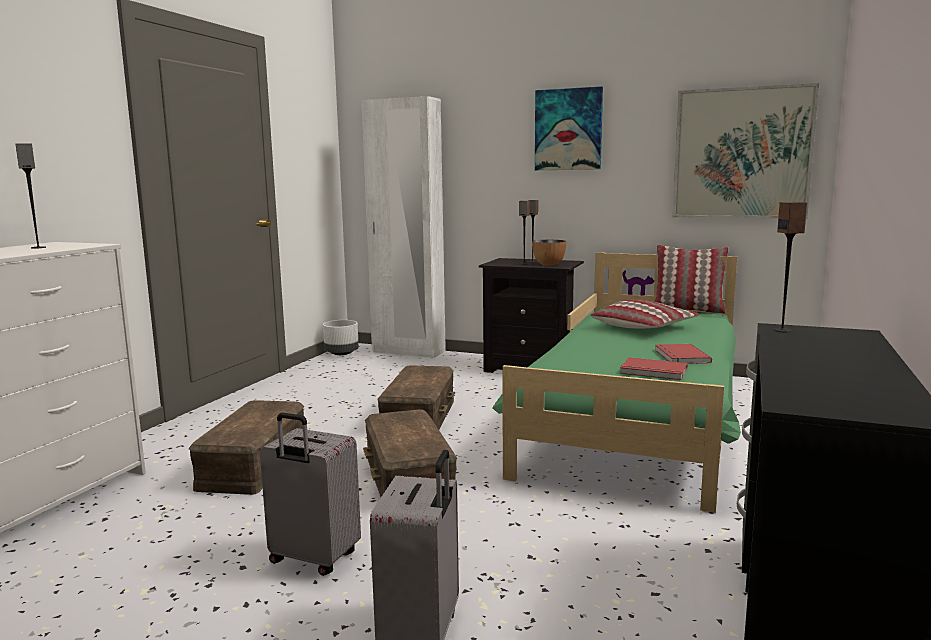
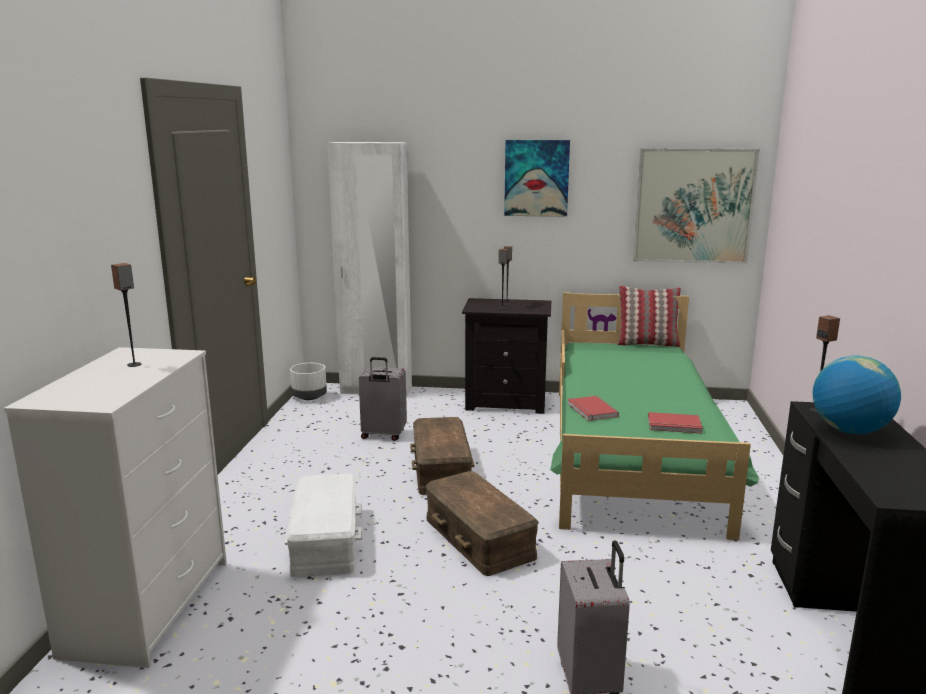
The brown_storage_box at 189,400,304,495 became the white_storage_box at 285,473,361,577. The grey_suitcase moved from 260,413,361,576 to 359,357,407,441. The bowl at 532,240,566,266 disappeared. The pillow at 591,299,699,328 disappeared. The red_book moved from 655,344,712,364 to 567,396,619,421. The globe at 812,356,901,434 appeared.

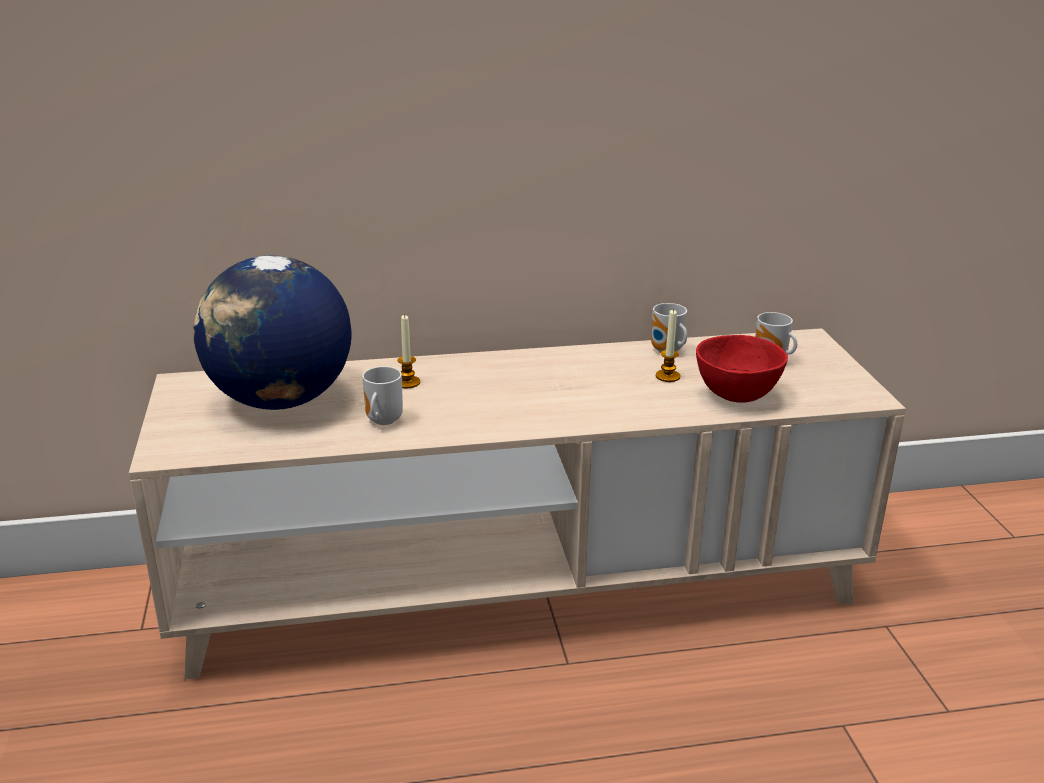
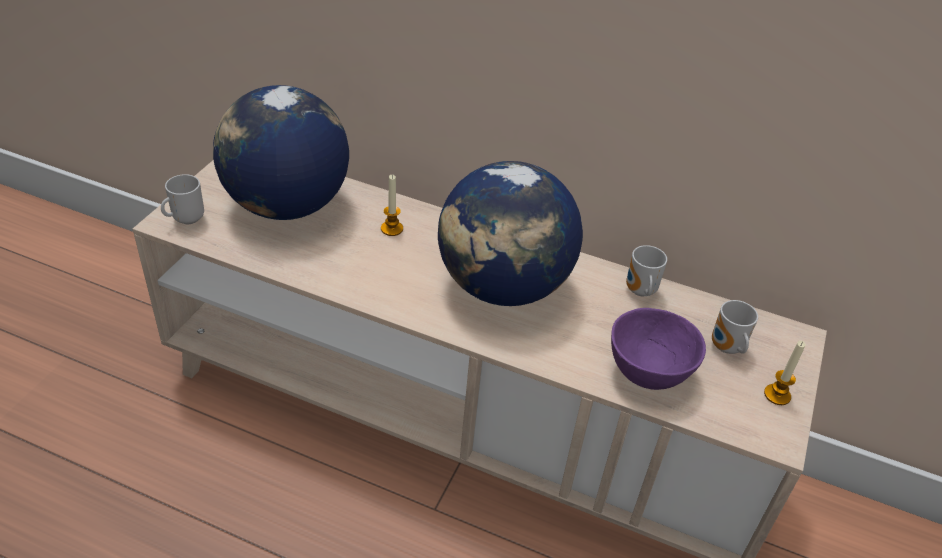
The mug moved from 362,366,403,425 to 161,174,204,224. The candle moved from 656,309,680,382 to 764,341,805,405. The red_bowl at 696,335,788,403 became the purple_bowl at 611,308,706,390. The globe at 438,161,583,306 appeared.

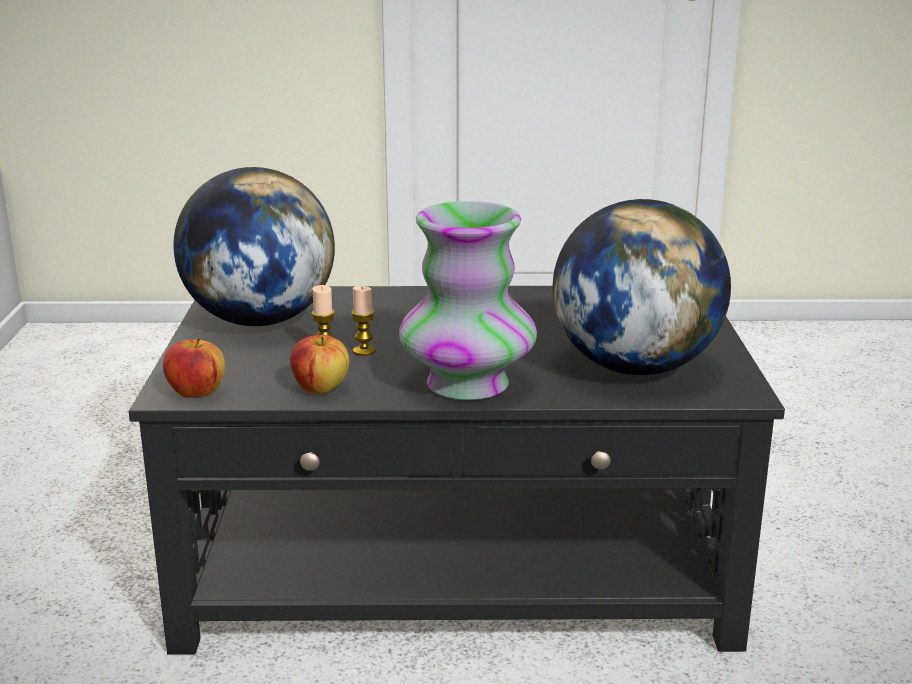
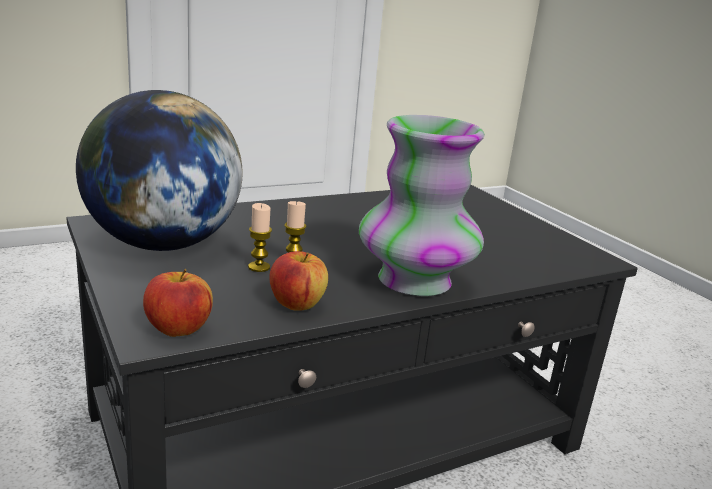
The globe at 553,199,731,375 disappeared.

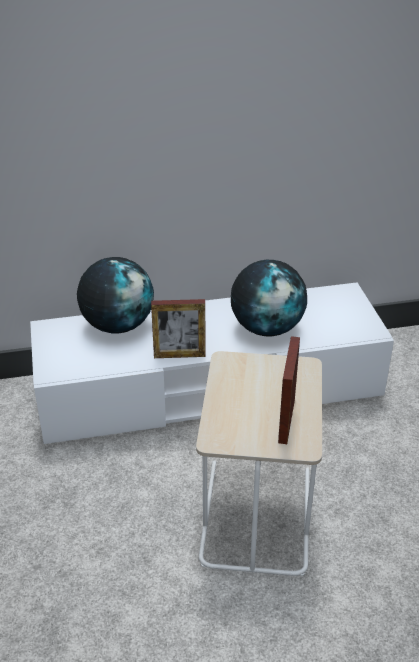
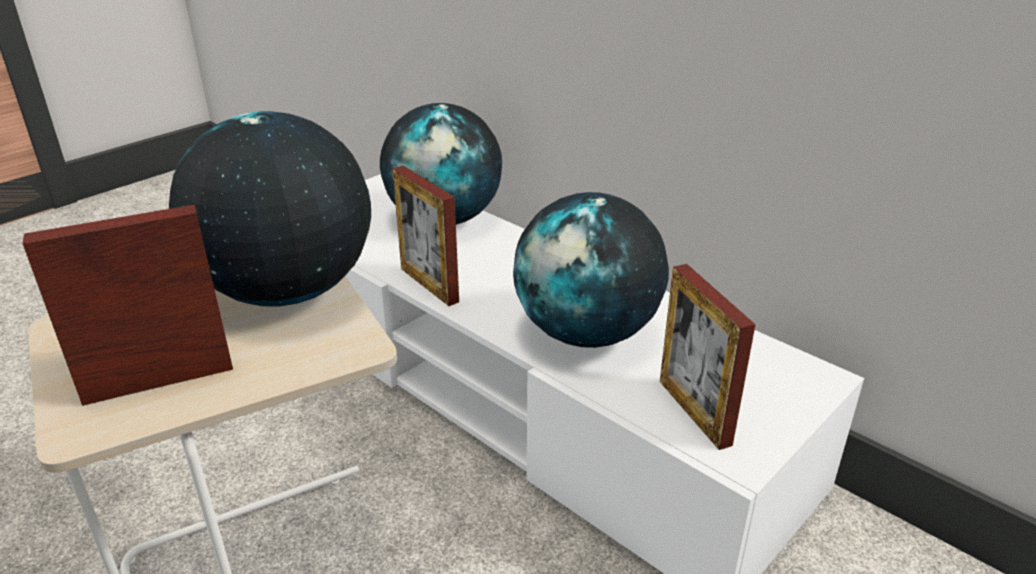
The globe at 169,111,371,306 appeared. The picture_frame at 660,264,756,450 appeared.

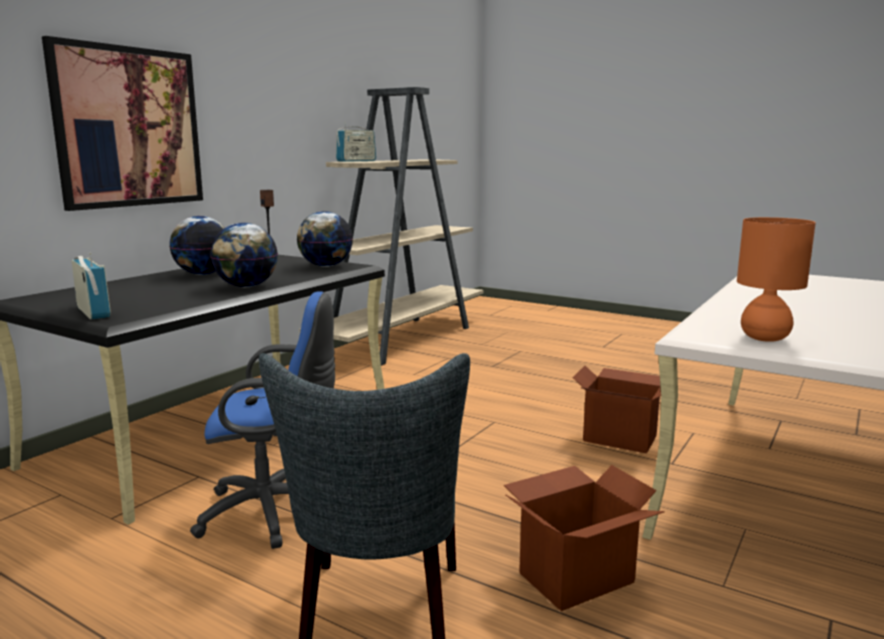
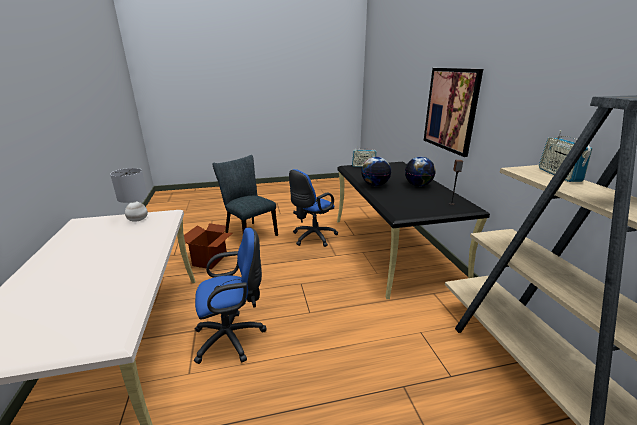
The globe at 297,211,353,267 disappeared. The cardboard_box at 572,366,661,453 was replaced by the blue_office_chair at 194,227,267,364. The orange_table_lamp at 737,217,816,342 became the grey_table_lamp at 110,168,148,222.

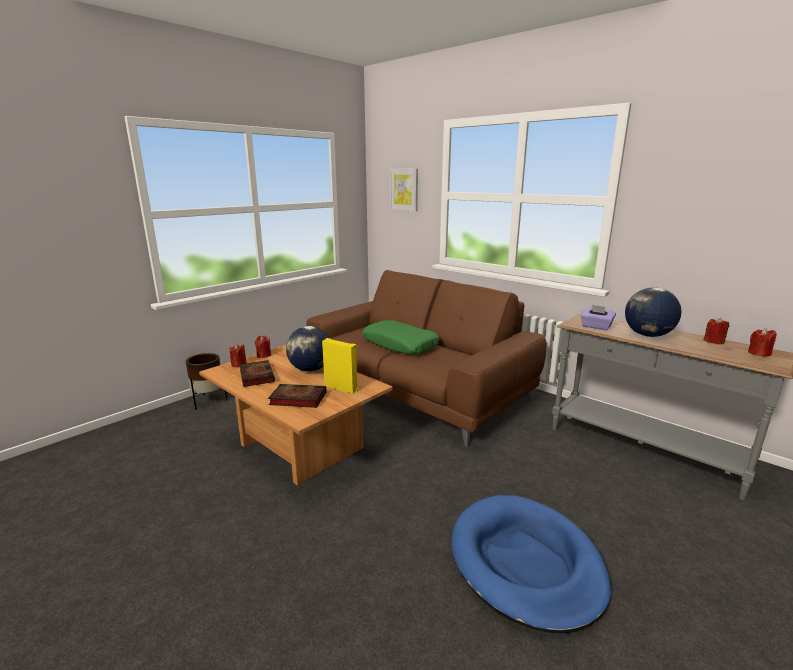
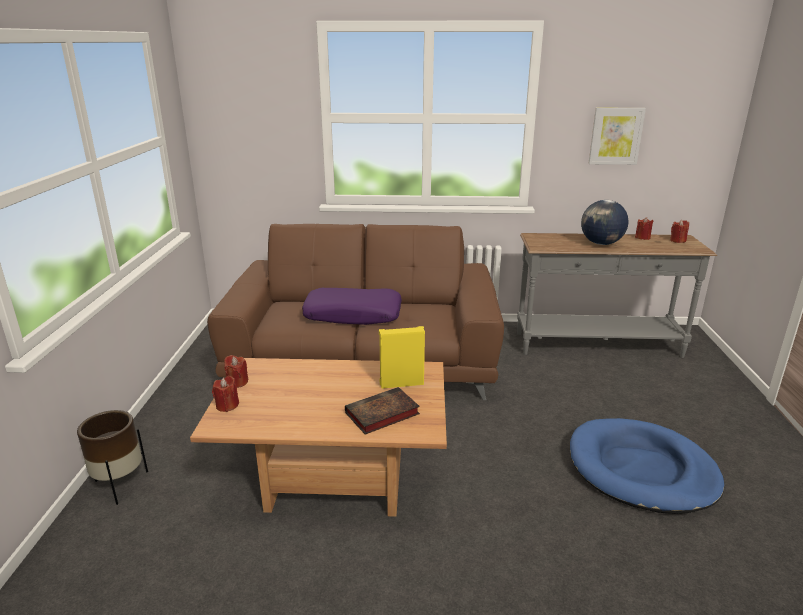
The book at 239,360,275,387 disappeared. The globe at 286,326,329,372 disappeared. The green_pillow at 362,320,439,354 became the purple_pillow at 302,288,402,325. The picture moved from 390,168,418,211 to 589,108,646,165. The purple_tissue_box at 581,305,616,330 disappeared.

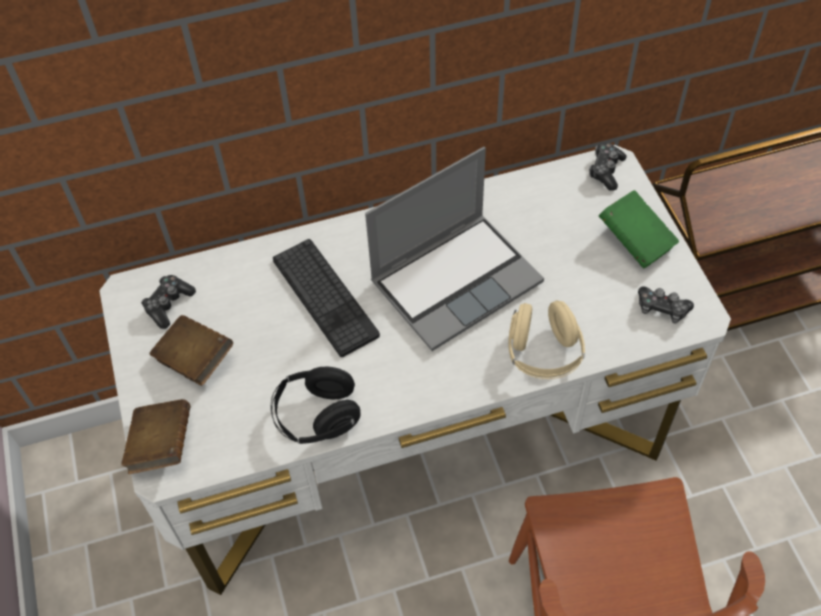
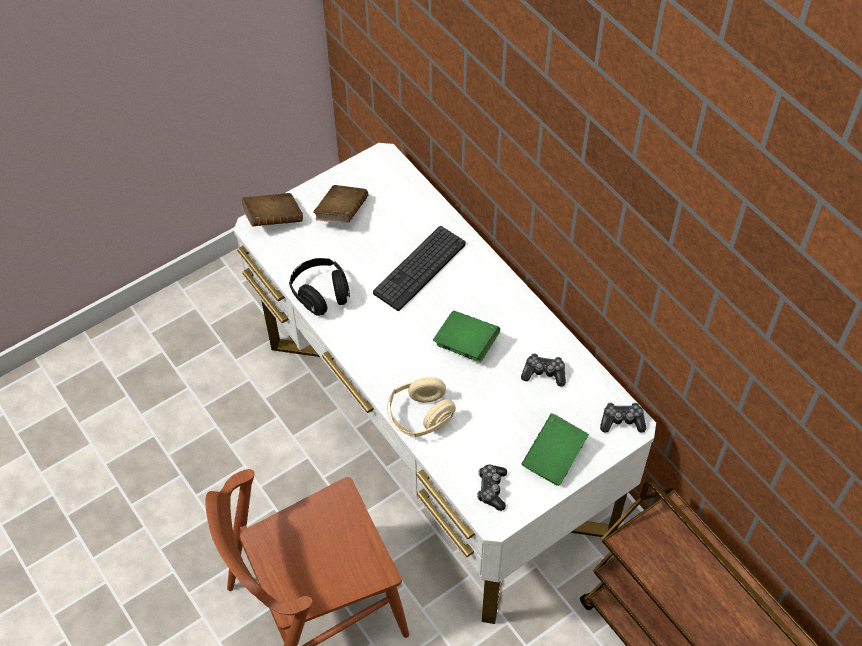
The game_controller moved from 141,275,196,329 to 521,353,566,387. The laptop at 365,147,544,351 was replaced by the green_book at 433,311,500,362.

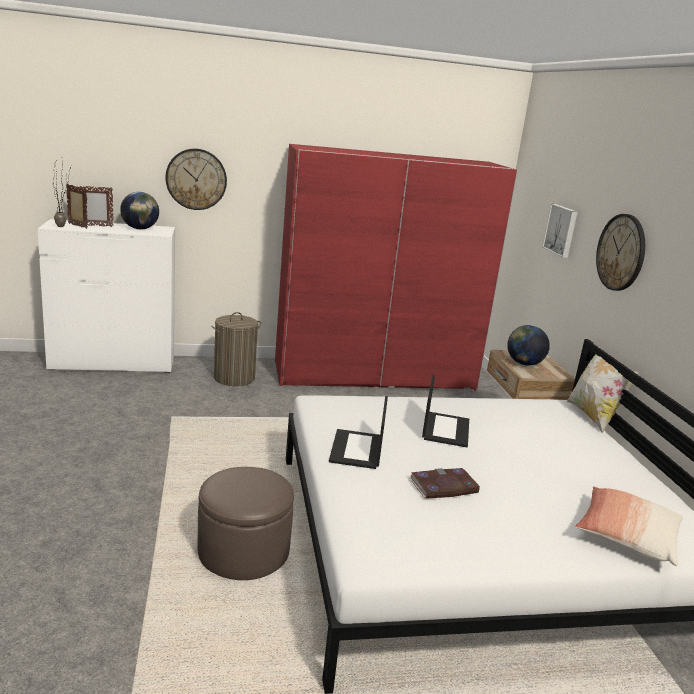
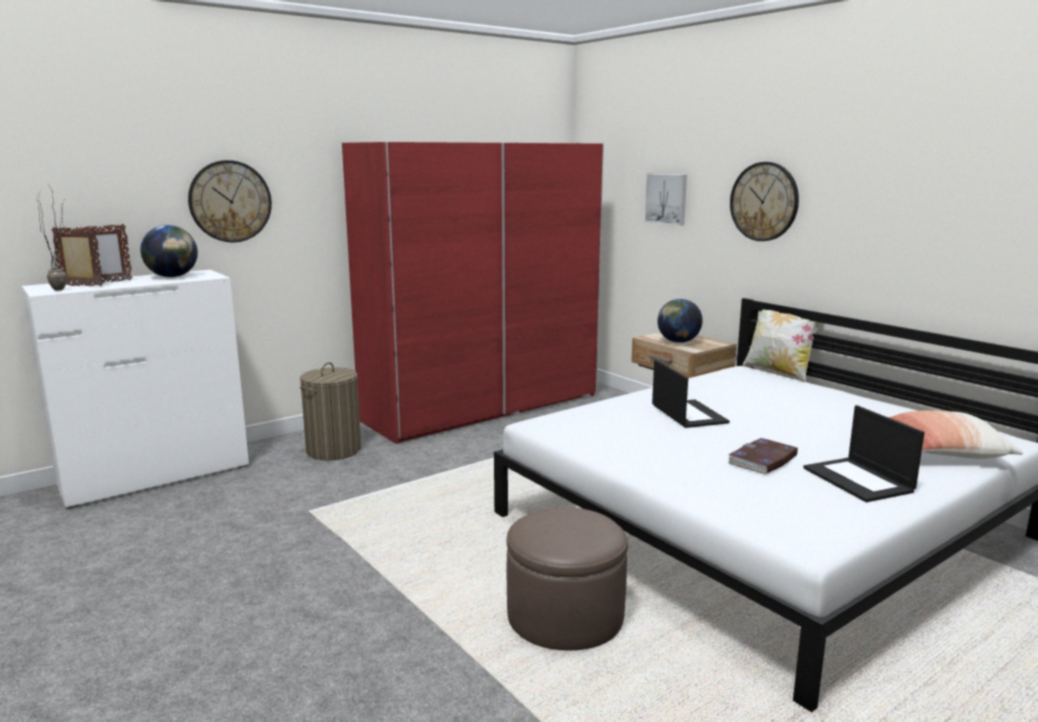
The laptop moved from 329,396,388,469 to 803,405,924,502.

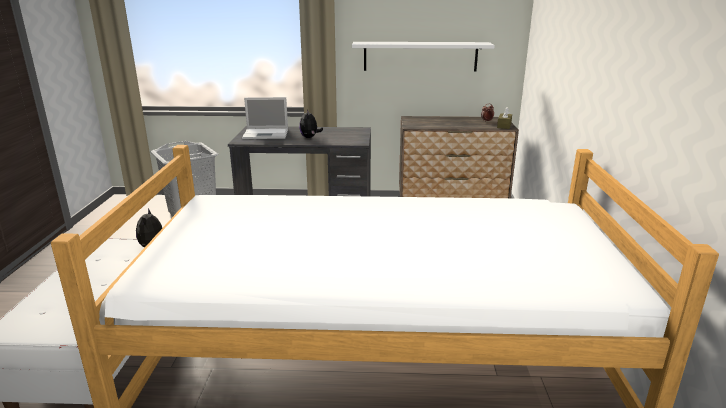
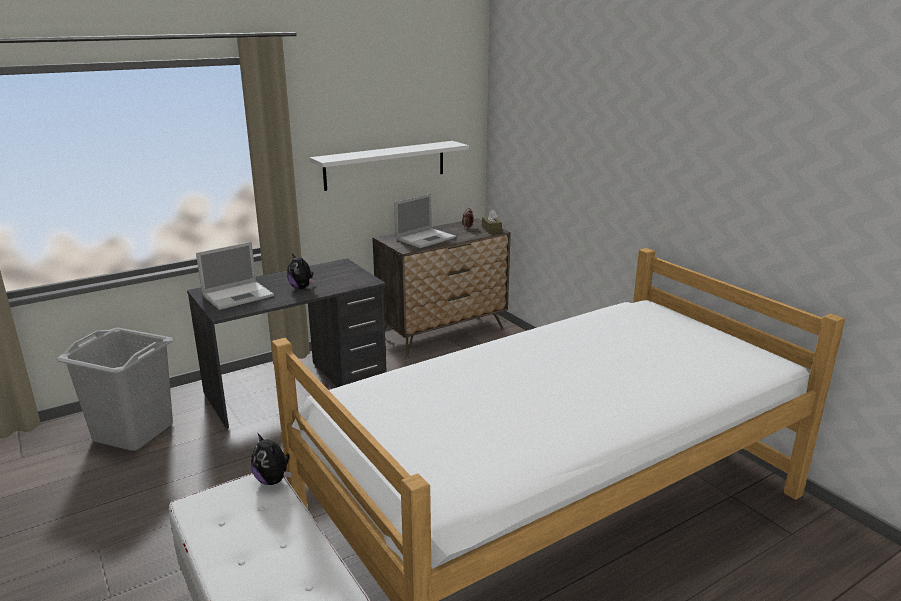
The laptop at 394,194,456,248 appeared.

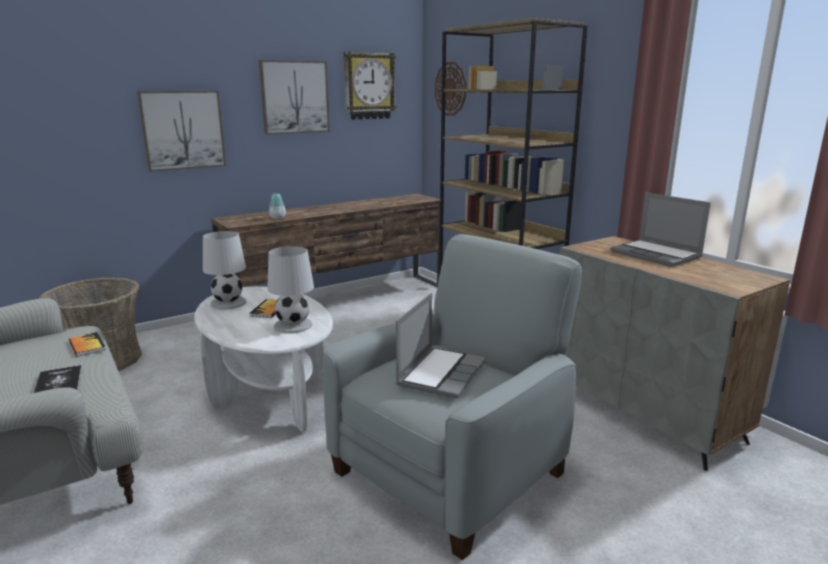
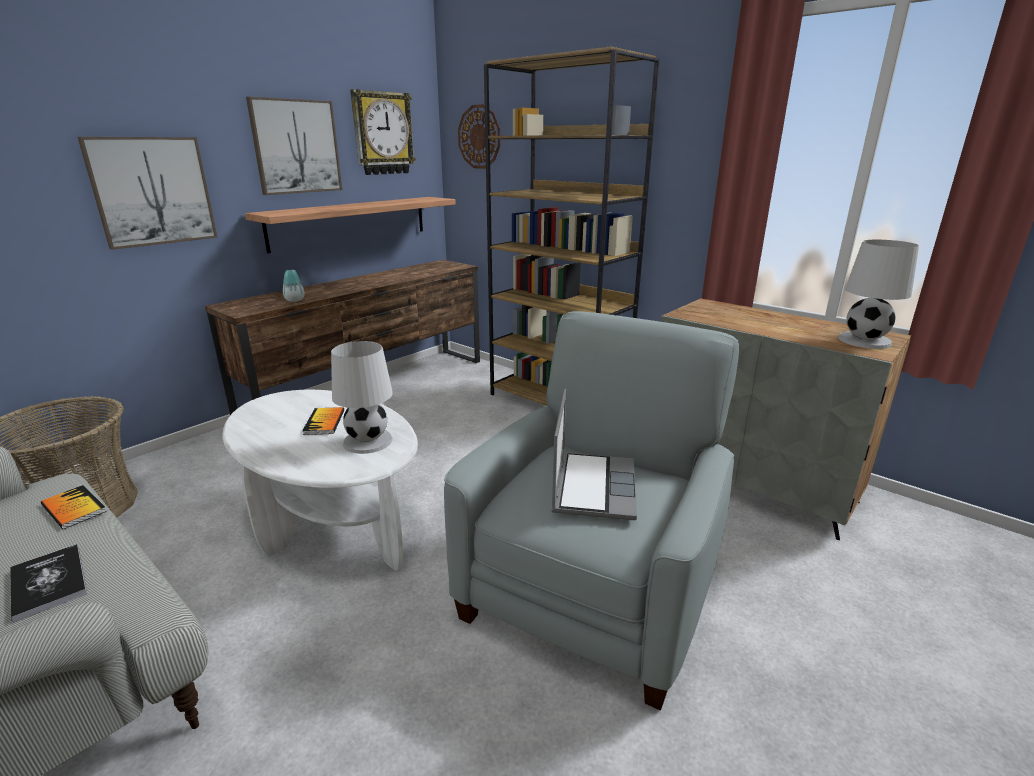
The white_table_lamp moved from 203,231,246,310 to 838,240,919,349. The laptop at 611,192,711,267 disappeared. The shelf at 245,197,456,253 appeared.

